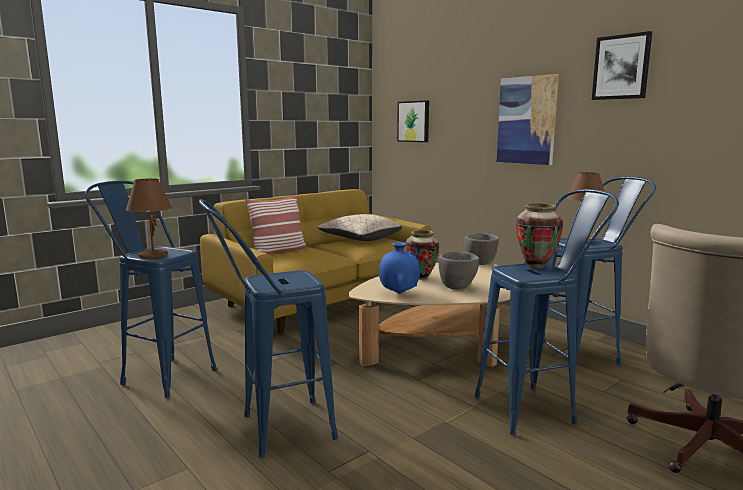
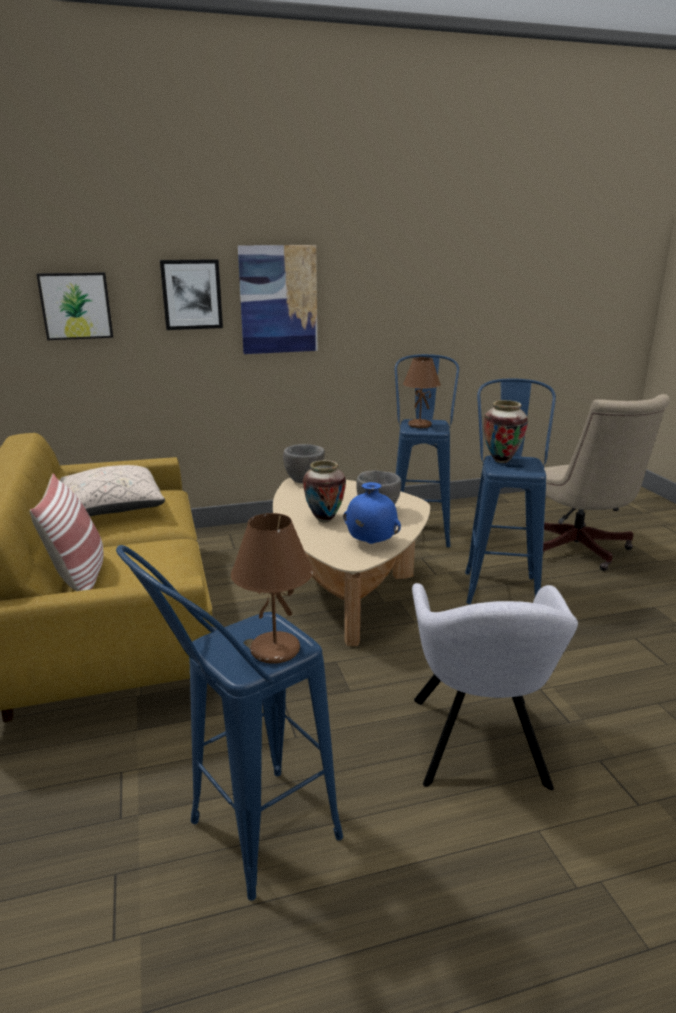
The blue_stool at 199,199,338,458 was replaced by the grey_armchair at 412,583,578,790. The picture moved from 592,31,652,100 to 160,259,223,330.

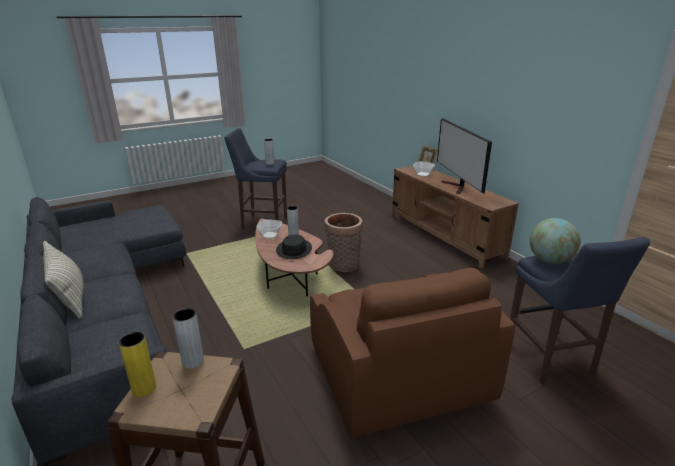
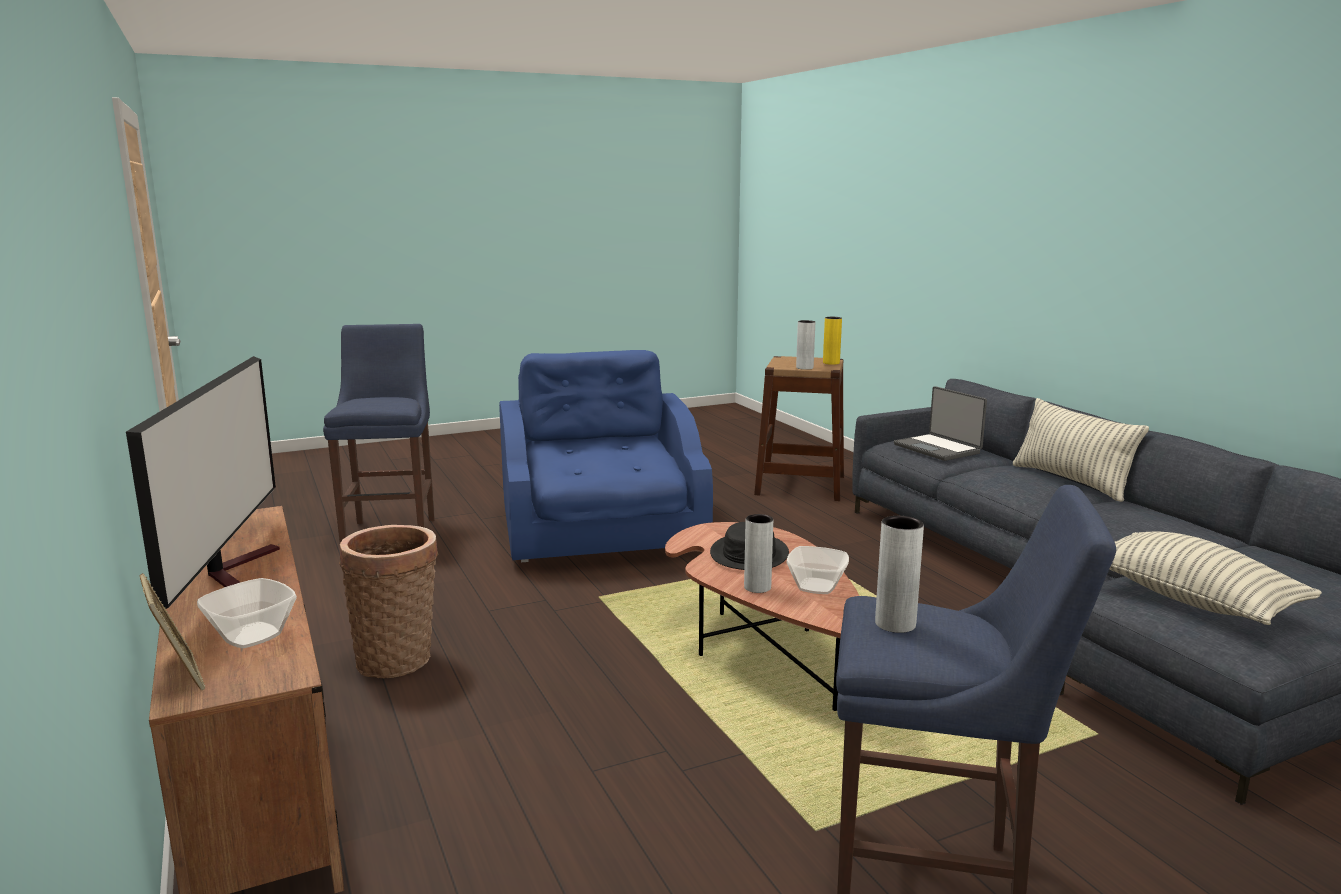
The brown_armchair at 310,268,515,438 became the blue_armchair at 499,350,713,562. The basket moved from 324,213,363,272 to 339,525,439,679. The globe at 530,218,580,264 disappeared. The laptop at 894,386,987,461 appeared. The pillow at 1109,531,1322,625 appeared.

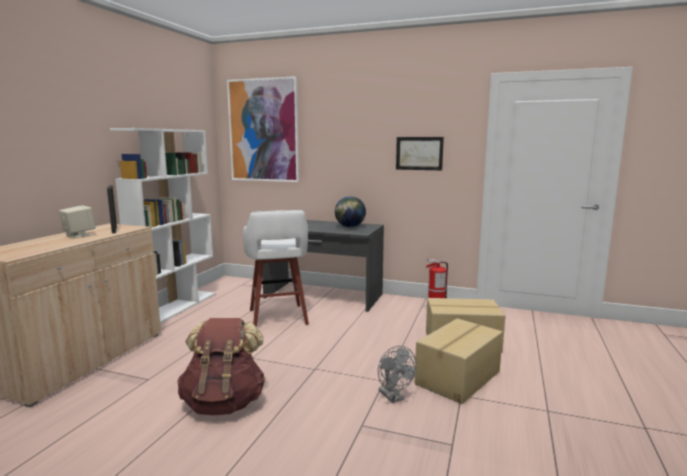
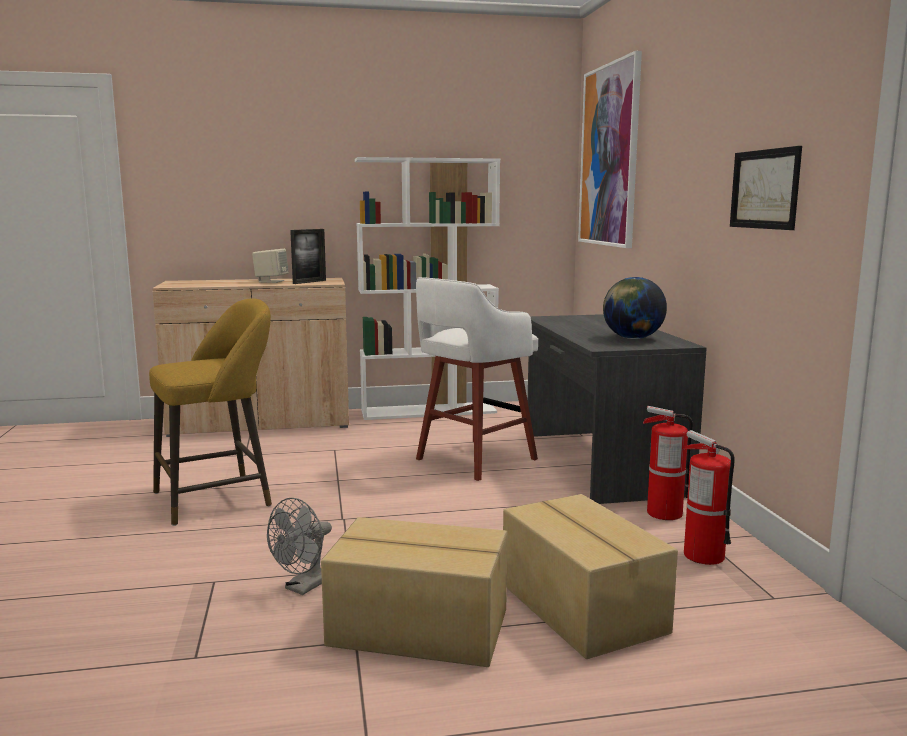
The brown_backpack at 177,318,266,415 was replaced by the yellow_stool at 149,299,272,526. The fire_extinguisher at 643,406,693,520 appeared.

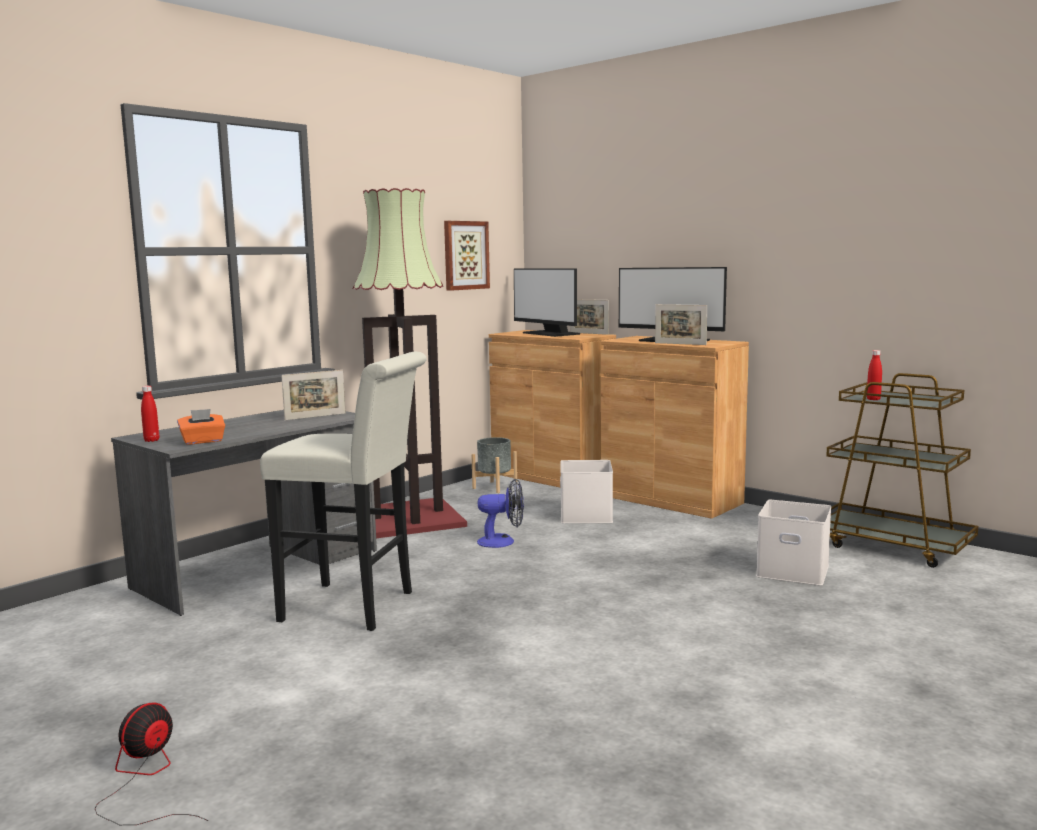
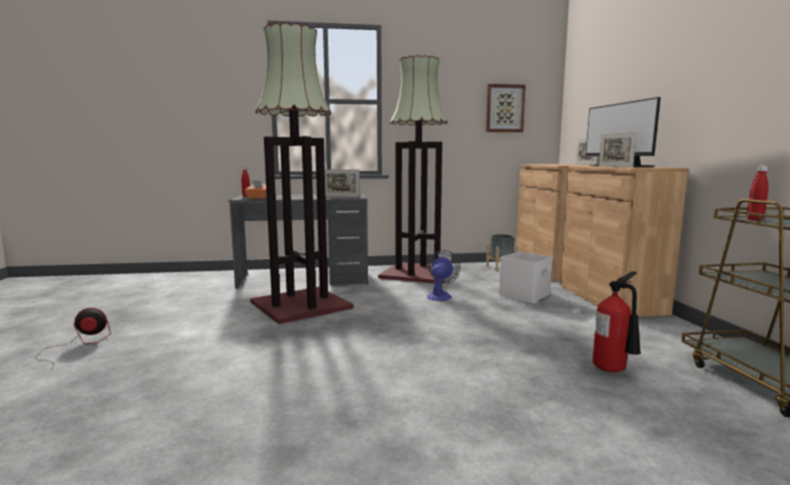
The white_stool at 260,352,427,631 was replaced by the floor_lamp at 250,22,354,324. The fan at 477,478,524,548 turned 105 degrees counterclockwise. The monitor at 514,268,580,337 disappeared. The white_storage_box at 756,500,831,586 was replaced by the fire_extinguisher at 593,271,641,372.

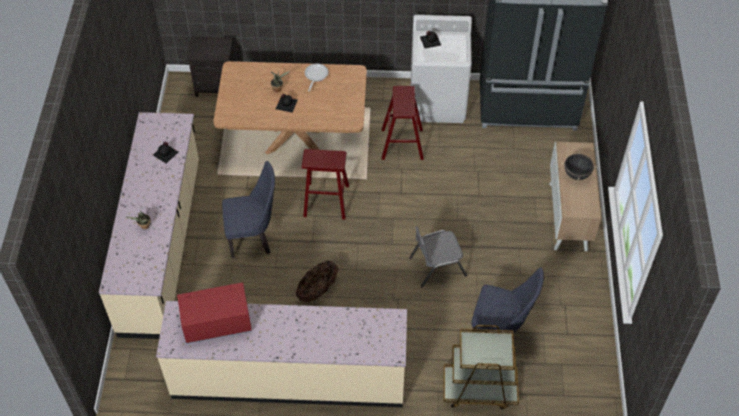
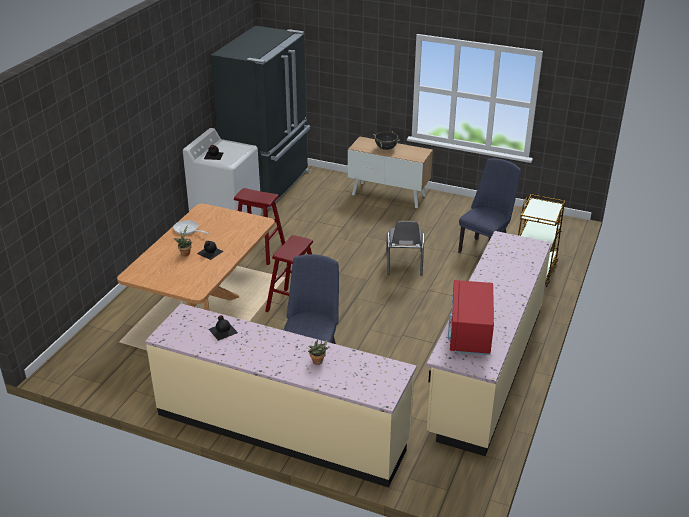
The black_nightstand at 186,36,234,97 disappeared. The basket at 296,261,338,303 disappeared.

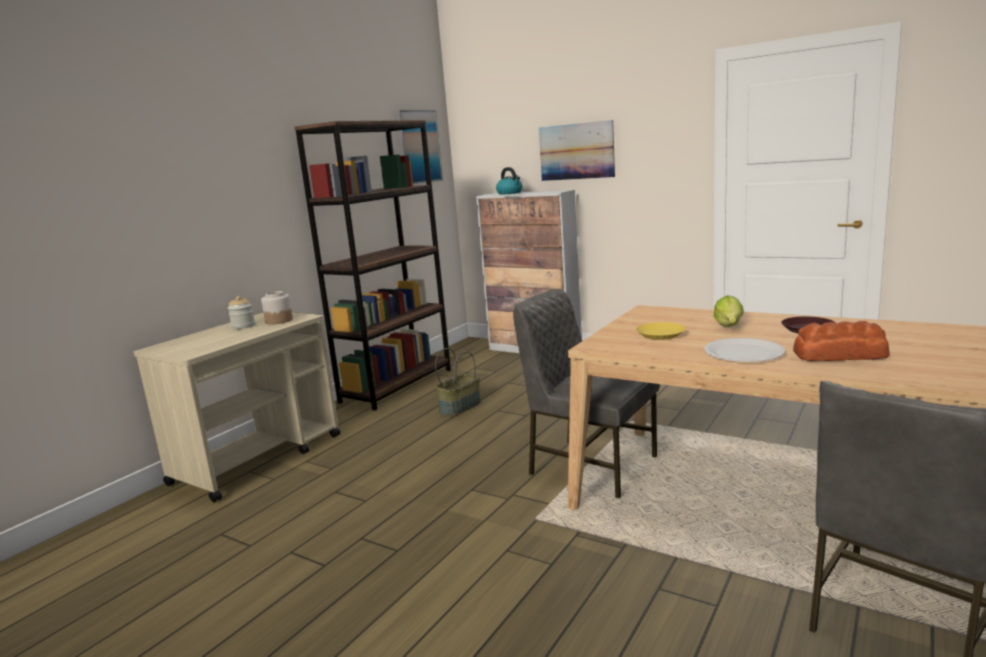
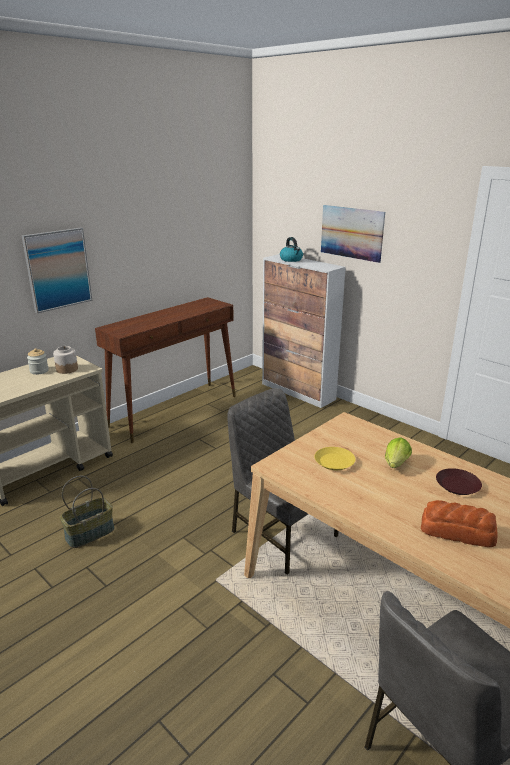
The brown_bookcase at 294,120,451,410 was replaced by the brown_console_table at 95,297,236,443. The picture moved from 396,110,443,184 to 22,228,92,314. The basket moved from 435,348,481,416 to 60,476,115,548. The white_plate at 704,338,785,362 disappeared.

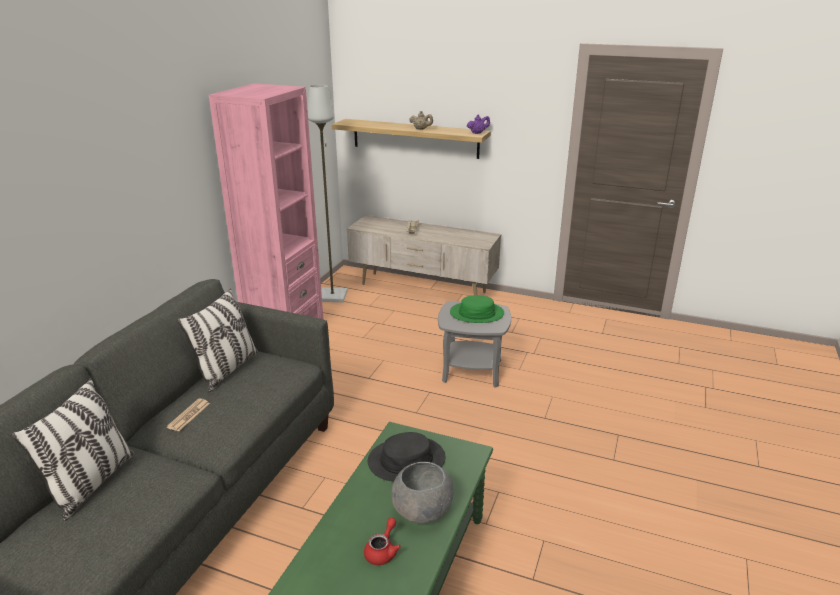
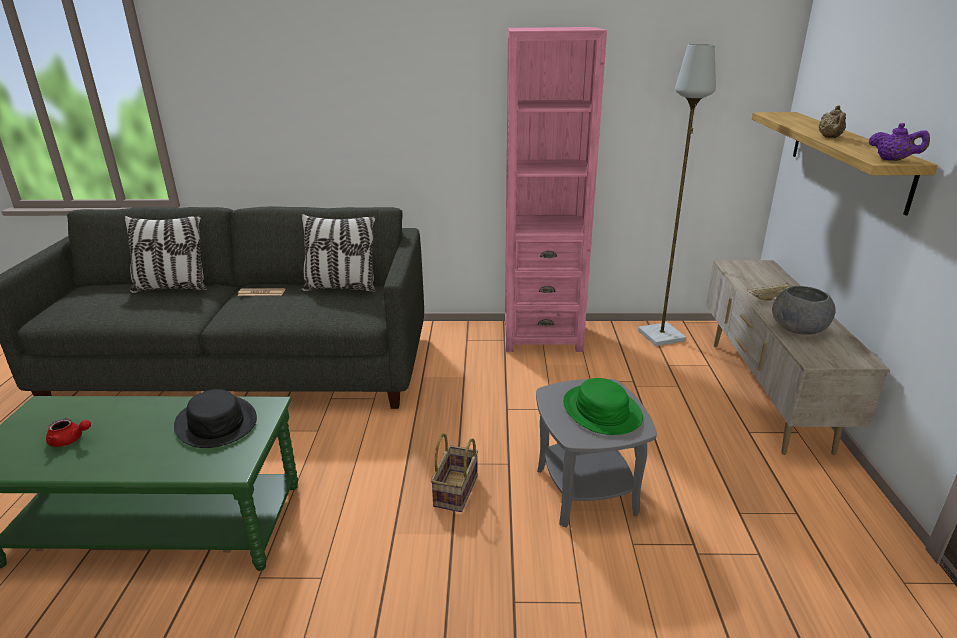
The grey_bowl moved from 391,462,453,524 to 772,286,835,335. The basket at 431,434,478,512 appeared.

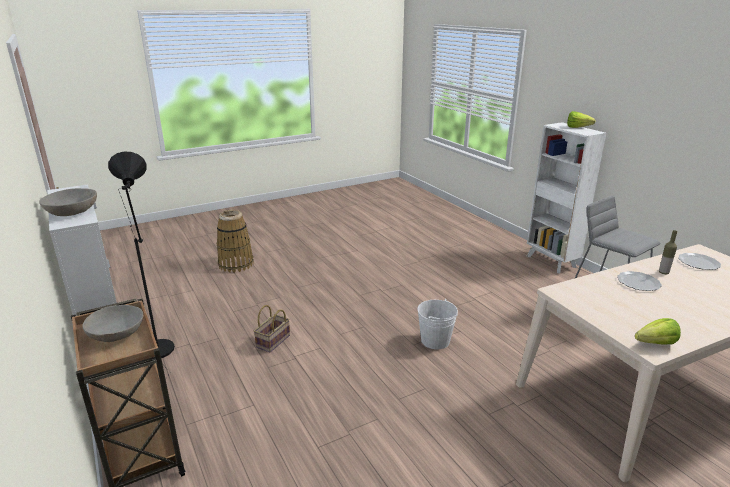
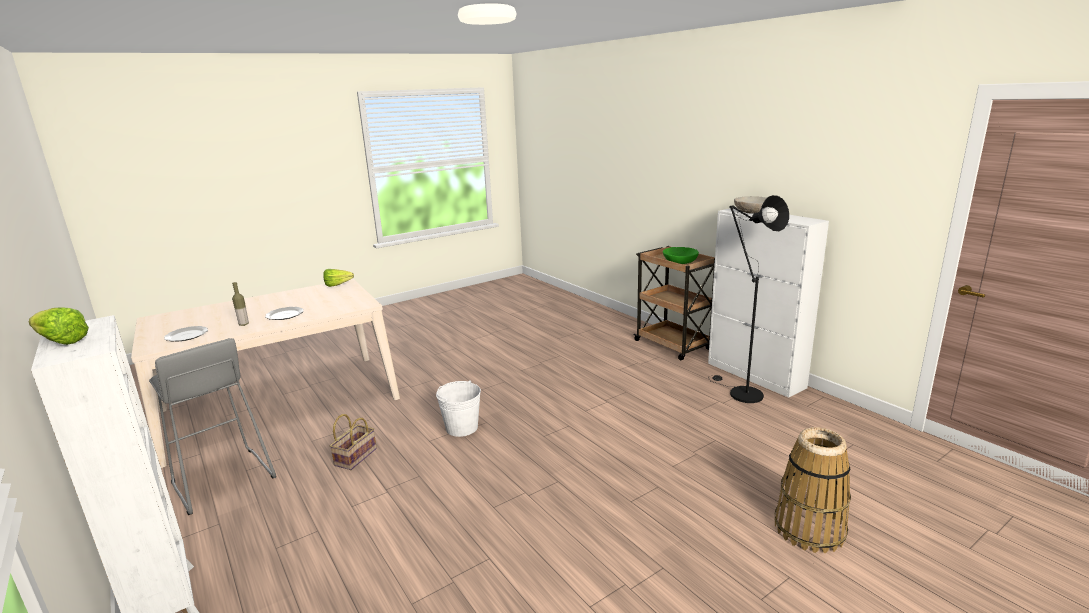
The grey_bowl at 82,305,143,342 became the green_bowl at 663,247,699,264. The basket moved from 254,305,290,352 to 330,414,377,470.

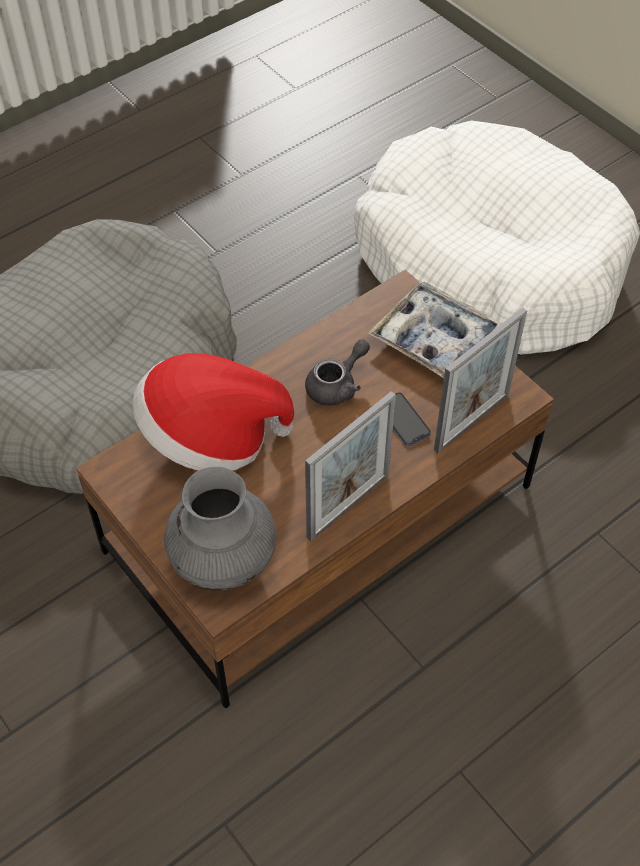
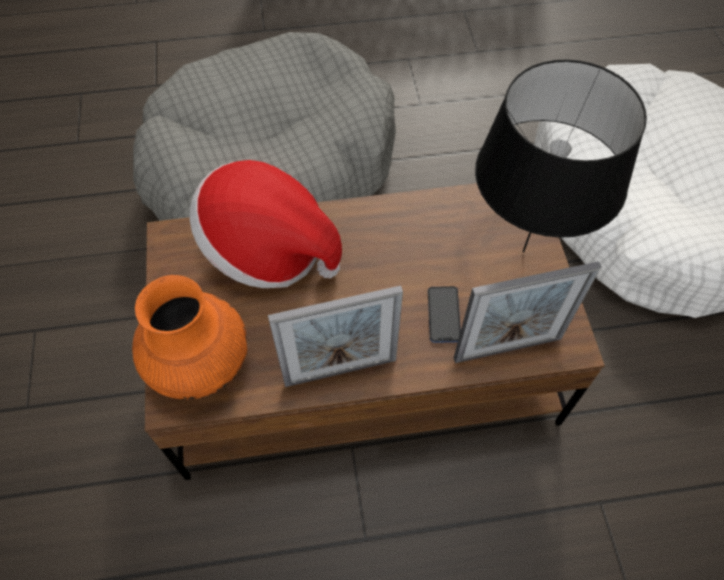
The grey_vase at 164,467,276,591 became the orange_vase at 132,275,247,400. The grey_teapot at 305,339,370,406 disappeared. The tray at 368,281,502,378 was replaced by the black_table_lamp at 475,59,647,252.

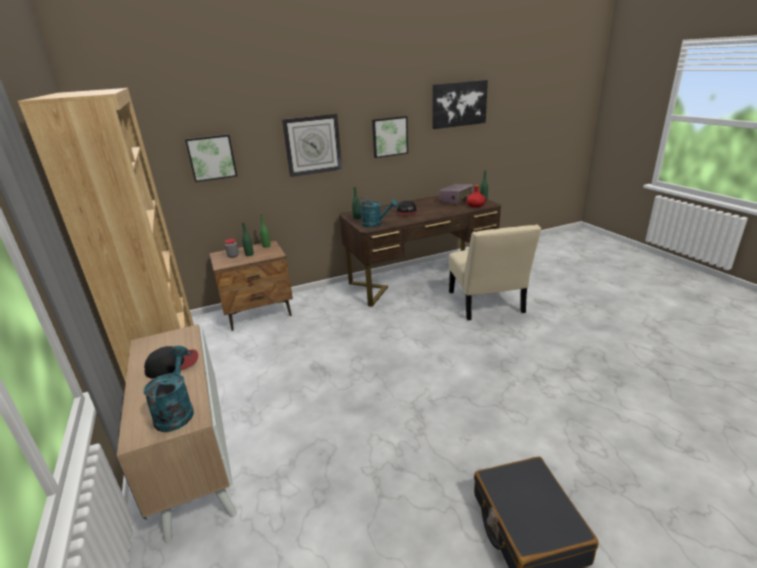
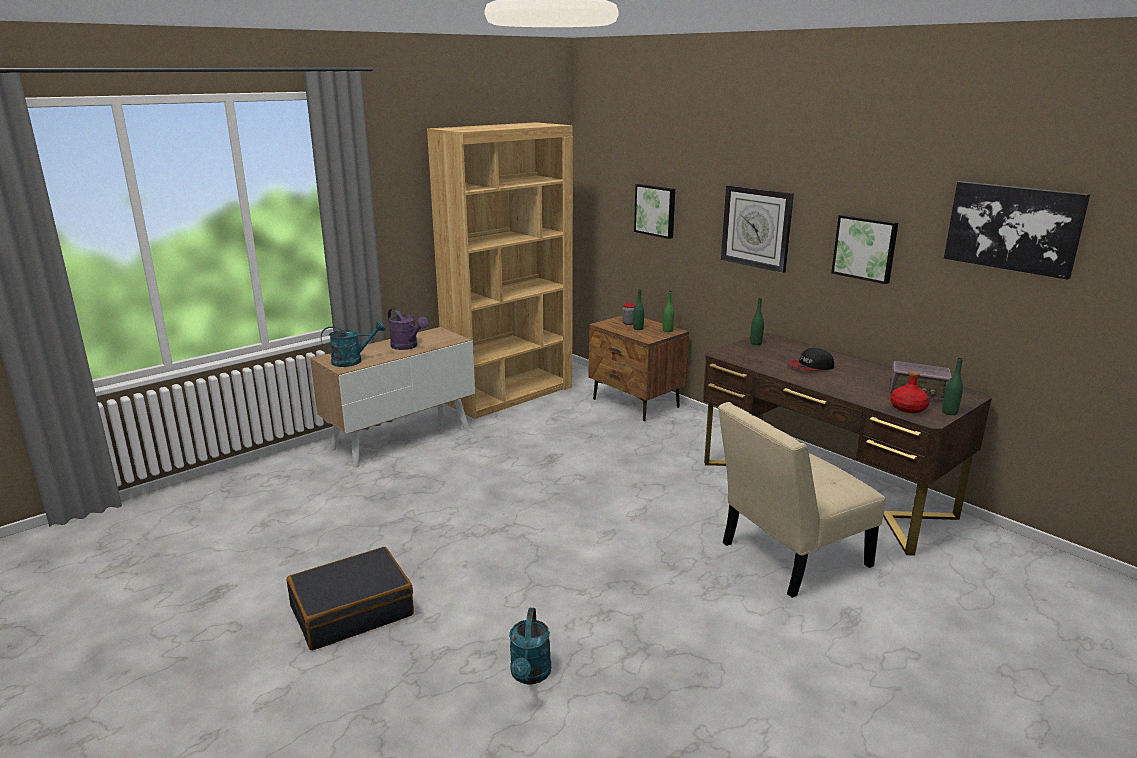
The cap at 144,346,198,379 was replaced by the purple_watering_can at 388,308,429,350. The turquoise_watering_can moved from 356,197,398,228 to 509,608,551,684.

